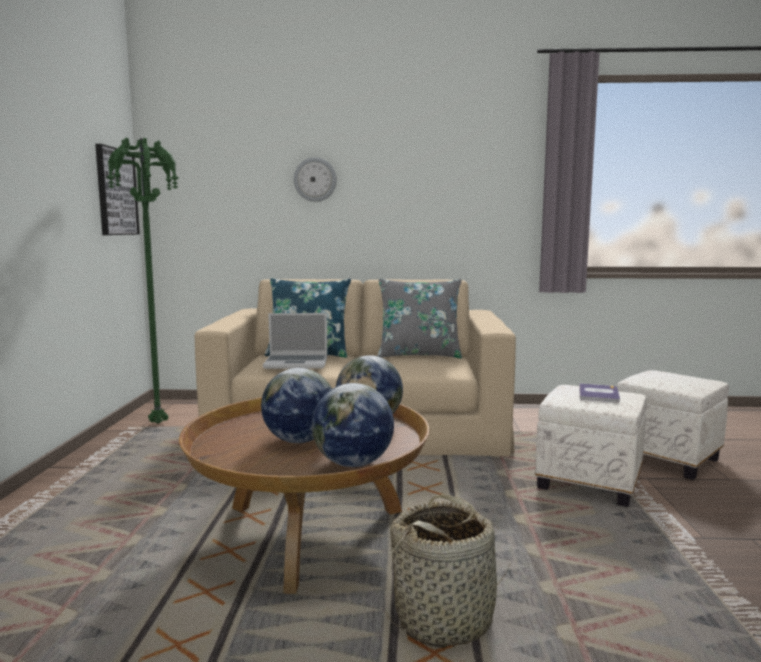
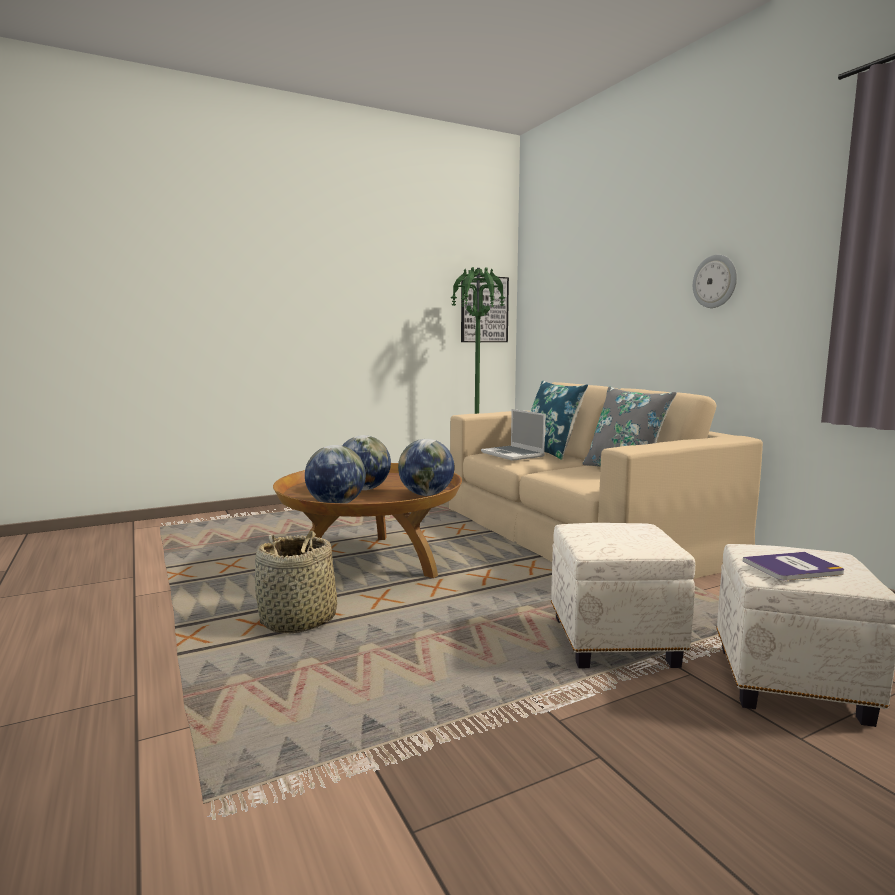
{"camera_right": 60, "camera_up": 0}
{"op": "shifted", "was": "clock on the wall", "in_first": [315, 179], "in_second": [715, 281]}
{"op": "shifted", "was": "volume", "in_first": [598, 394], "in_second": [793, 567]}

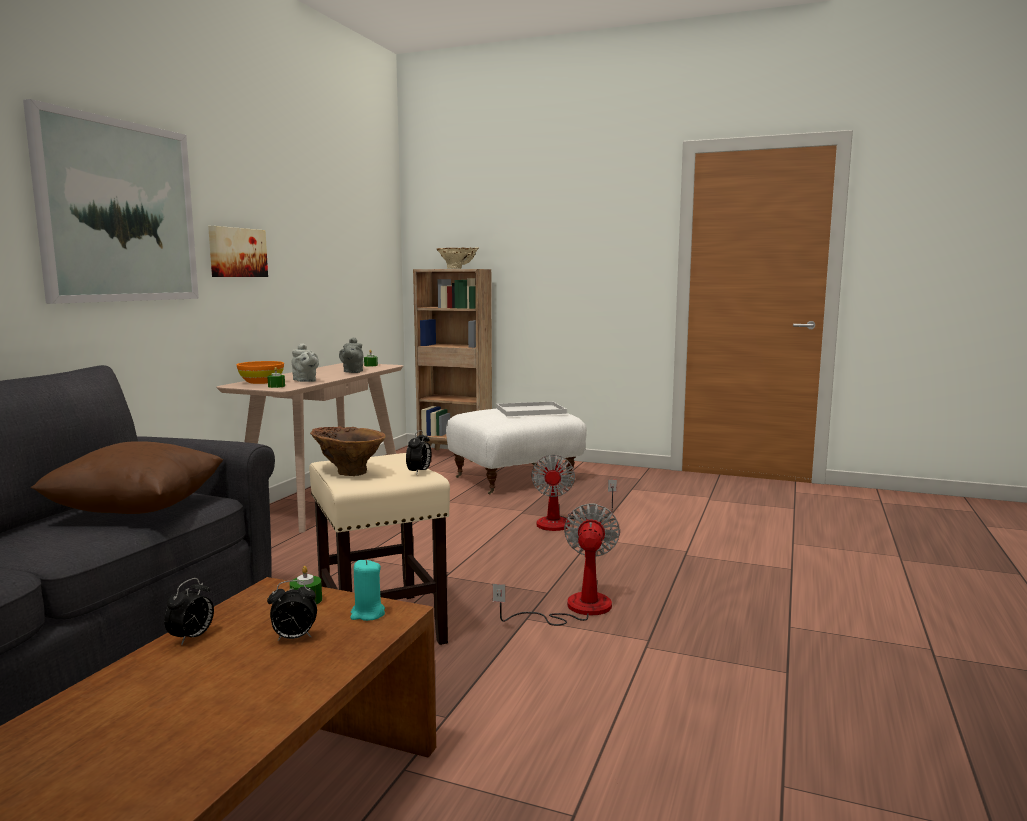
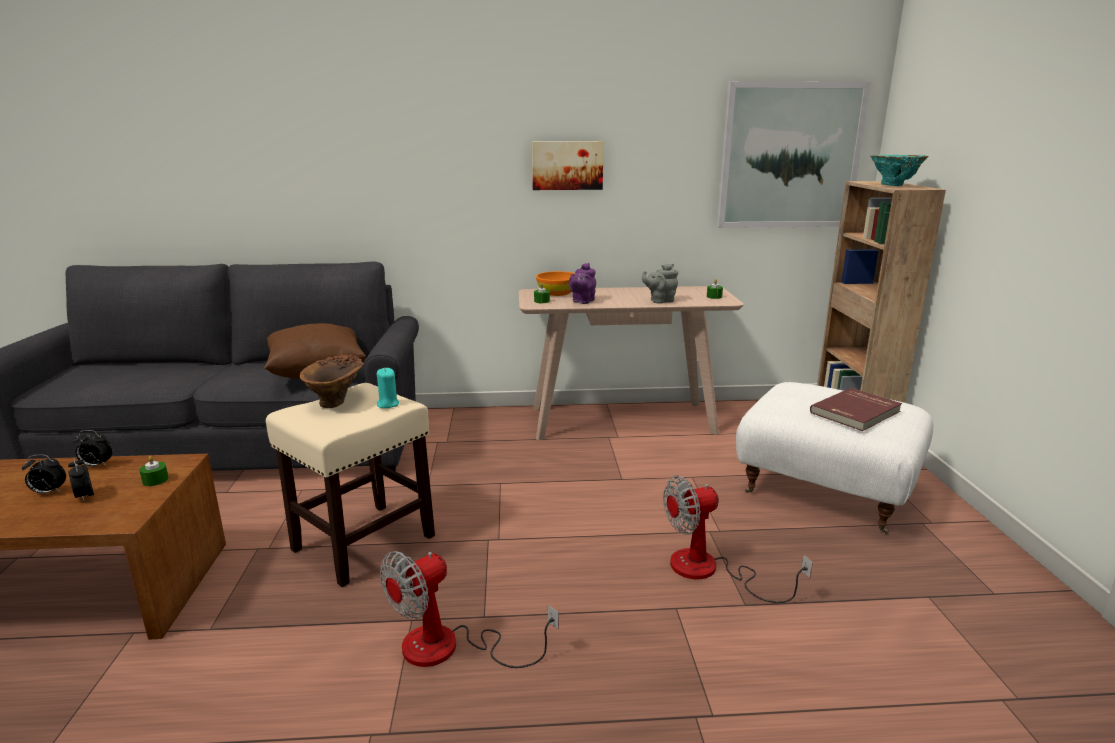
{"camera_right": 65, "camera_up": 10}
{"op": "shifted", "was": "table clock", "in_first": [419, 472], "in_second": [48, 492]}
{"op": "shifted", "was": "wax light (turquoise-coloured)", "in_first": [367, 614], "in_second": [388, 404]}
{"op": "rotated", "was": "electric fan", "in_first": [574, 609], "in_second": [450, 648], "clockwise": 150}
{"op": "repainted", "was": "teapot (greyish)", "now": "teapot (purple-coloured)", "in_first": [305, 381], "in_second": [582, 301]}
{"op": "shifted", "was": "picture", "in_first": [118, 212], "in_second": [789, 156]}
{"op": "swapped", "was": "serving tray (white)", "now": "volume (red-coloured)", "in_first": [531, 410], "in_second": [856, 412]}
{"op": "repainted", "was": "flower vase (beige-coloured)", "now": "flower vase (turquoise-coloured)", "in_first": [457, 268], "in_second": [894, 185]}

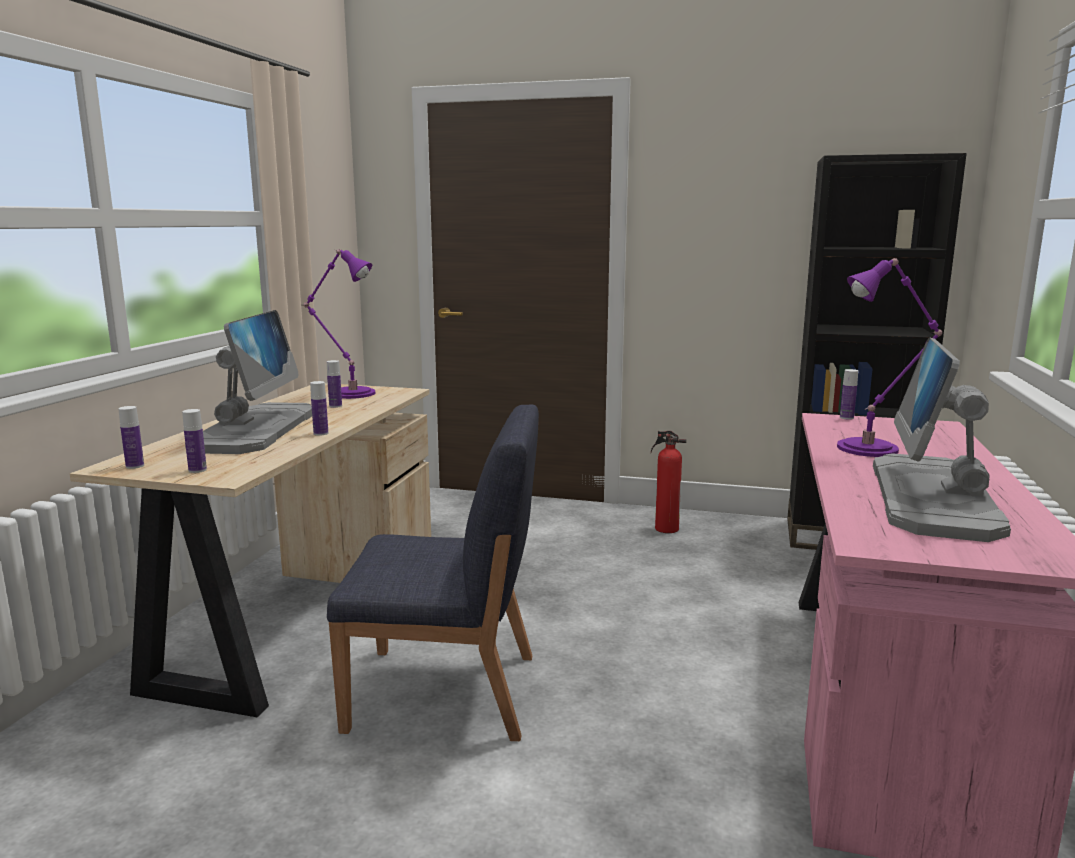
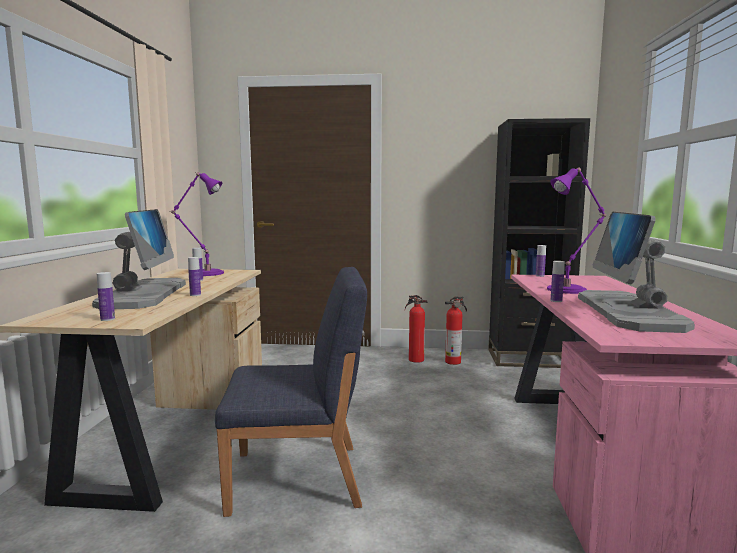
{"camera_right": -10, "camera_up": -5}
{"op": "new", "now": "fire extinguisher", "in_second": [454, 362]}
{"op": "shifted", "was": "beverage bottle", "in_first": [135, 466], "in_second": [556, 301]}

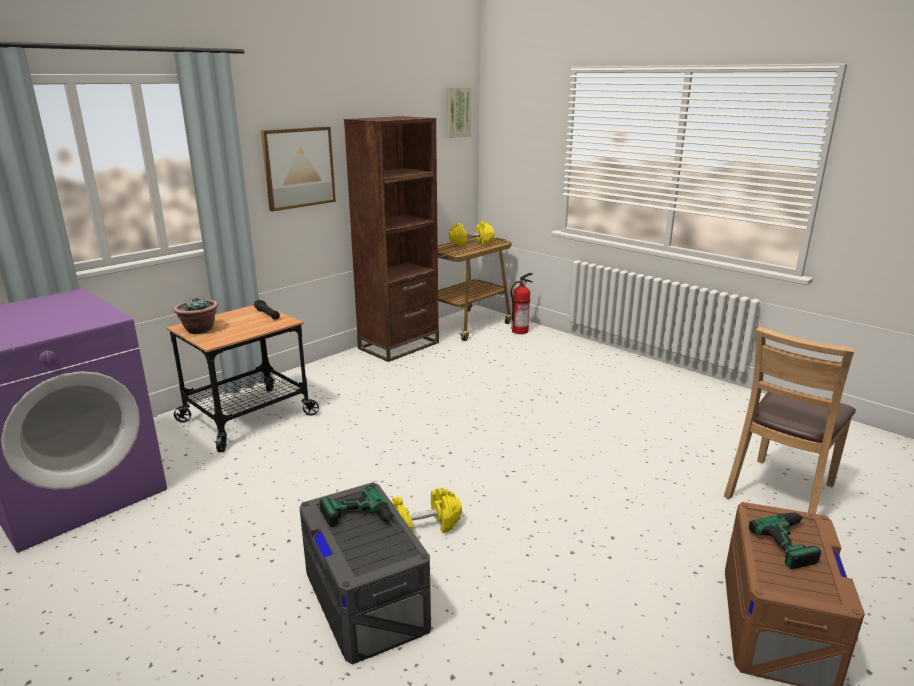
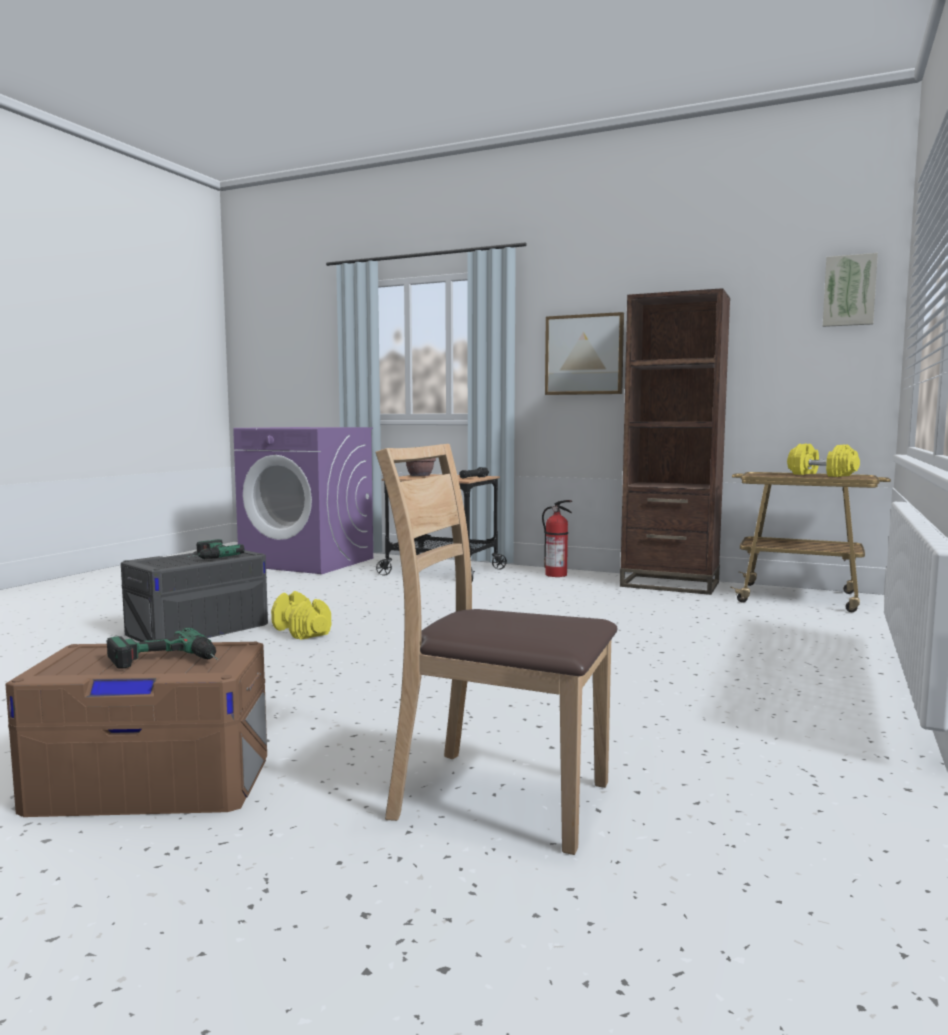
{"camera_right": 70, "camera_up": -15}
{"op": "shifted", "was": "fire extinguisher", "in_first": [520, 331], "in_second": [557, 575]}

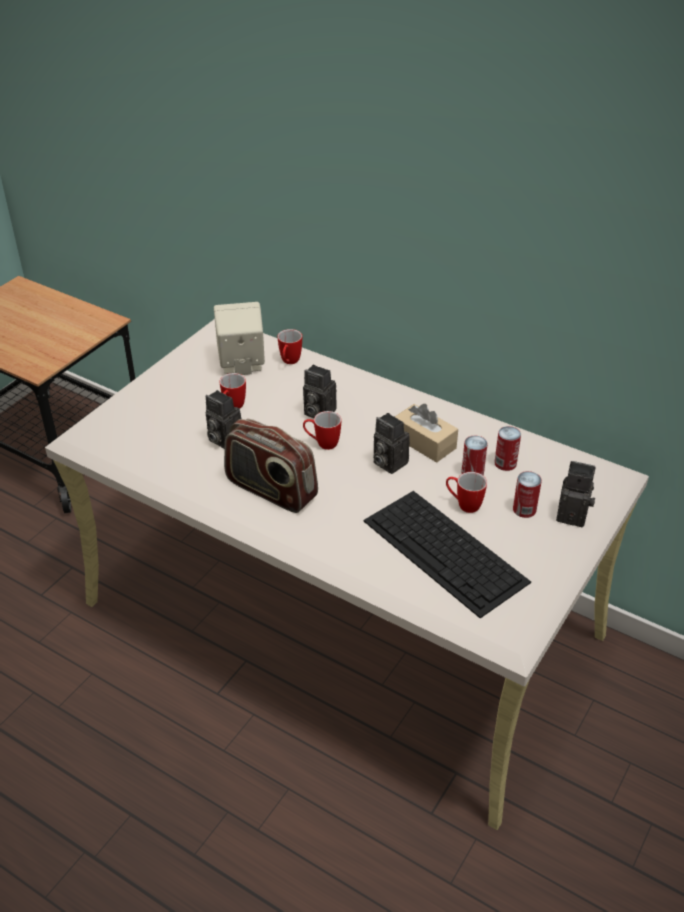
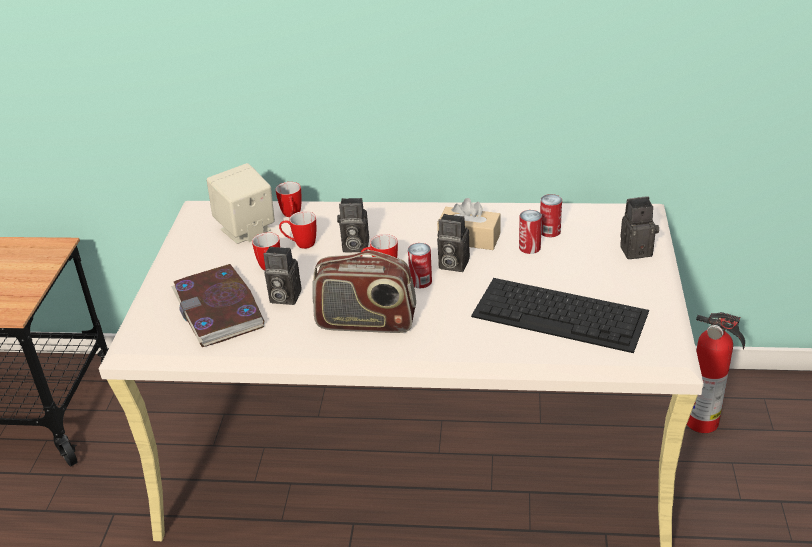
{"camera_right": -25, "camera_up": -5}
{"op": "new", "now": "volume", "in_second": [219, 309]}
{"op": "shifted", "was": "tea mug", "in_first": [463, 504], "in_second": [300, 244]}
{"op": "shifted", "was": "sealed can", "in_first": [524, 509], "in_second": [420, 281]}
{"op": "new", "now": "fire extinguisher", "in_second": [704, 422]}

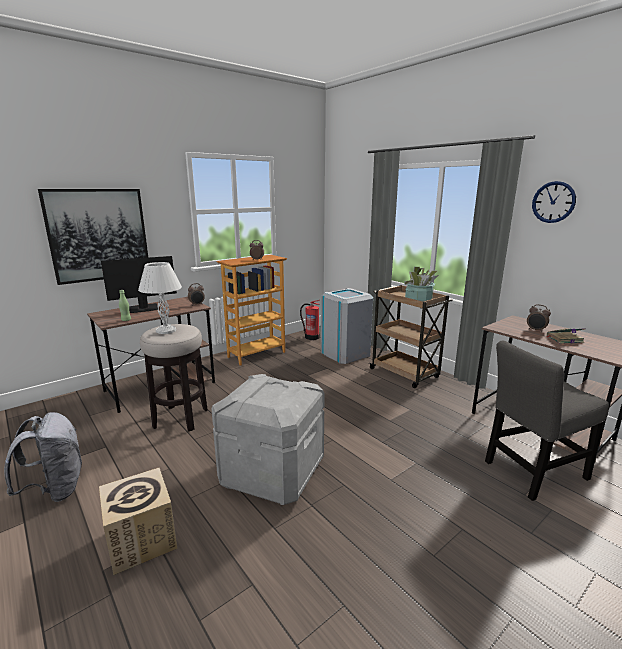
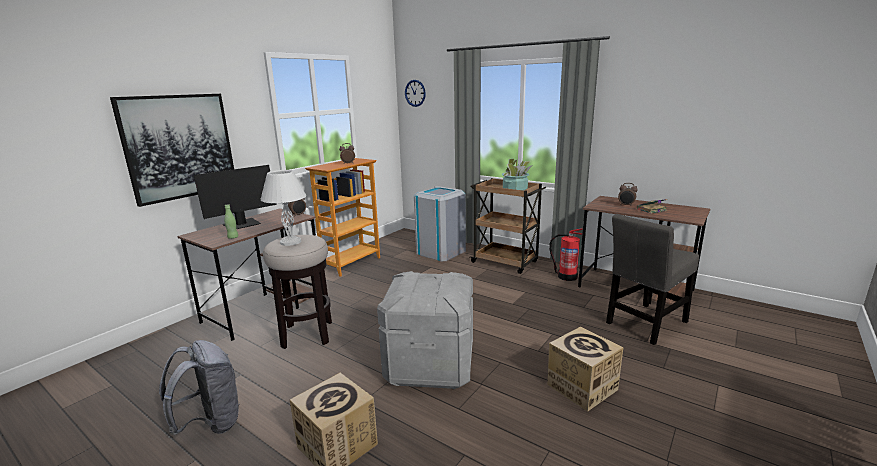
{"camera_right": -15, "camera_up": 0}
{"op": "shifted", "was": "clock on the wall", "in_first": [553, 202], "in_second": [415, 93]}
{"op": "new", "now": "cardboard box", "in_second": [581, 387]}
{"op": "shifted", "was": "fire extinguisher", "in_first": [311, 337], "in_second": [566, 276]}

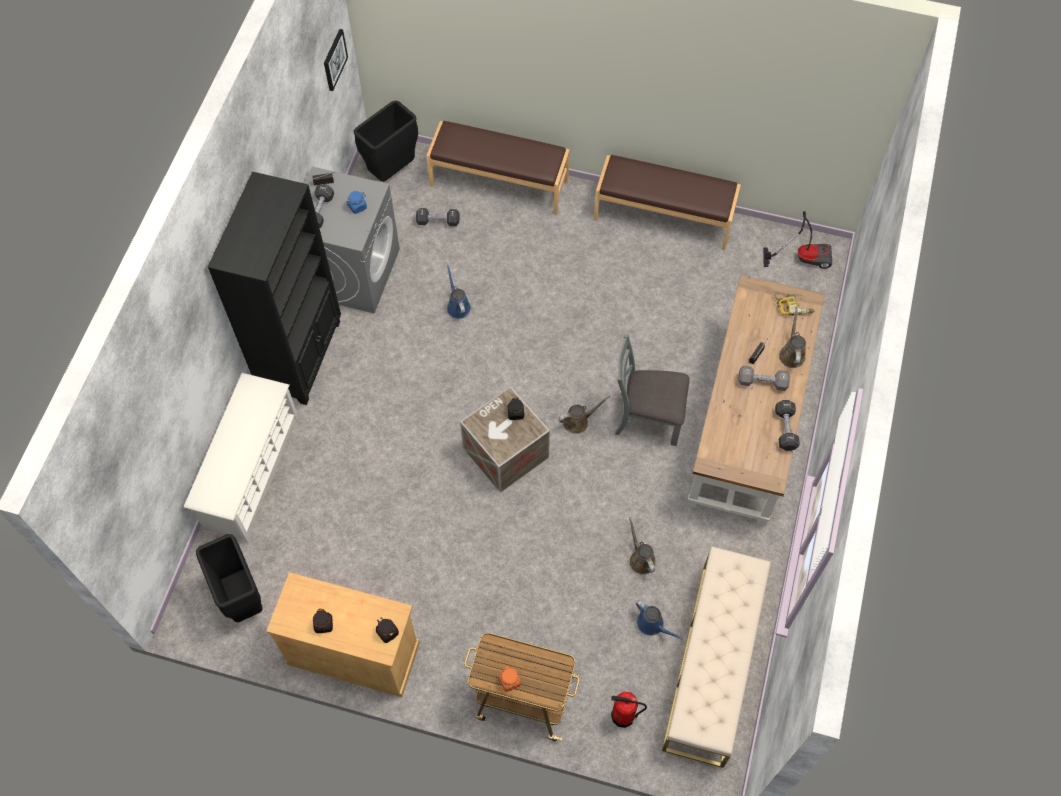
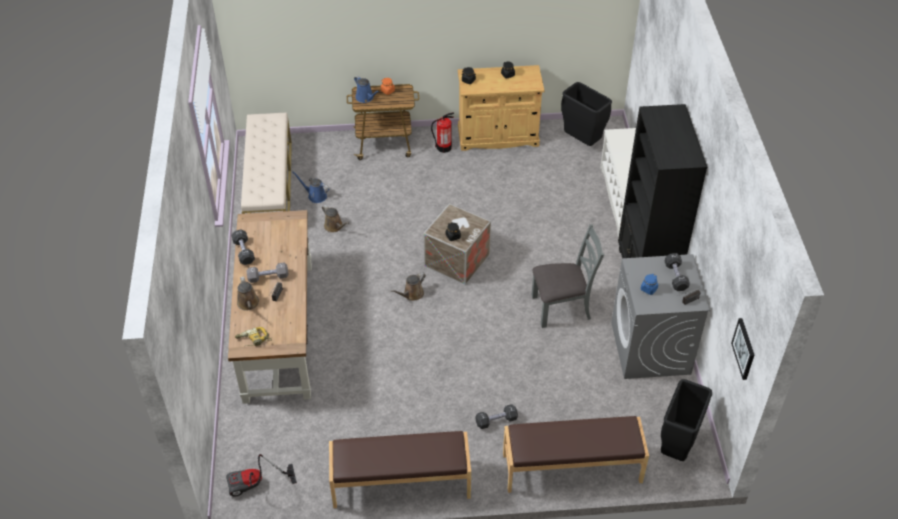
{"camera_right": 160, "camera_up": -15}
{"op": "shifted", "was": "sprinkling can (bluish)", "in_first": [458, 306], "in_second": [365, 98]}
{"op": "shifted", "was": "fire extinguisher", "in_first": [623, 716], "in_second": [443, 147]}
{"op": "shifted", "was": "hand weight (black)", "in_first": [438, 221], "in_second": [496, 421]}
{"op": "shifted", "was": "plain chair (greyish)", "in_first": [647, 417], "in_second": [562, 307]}

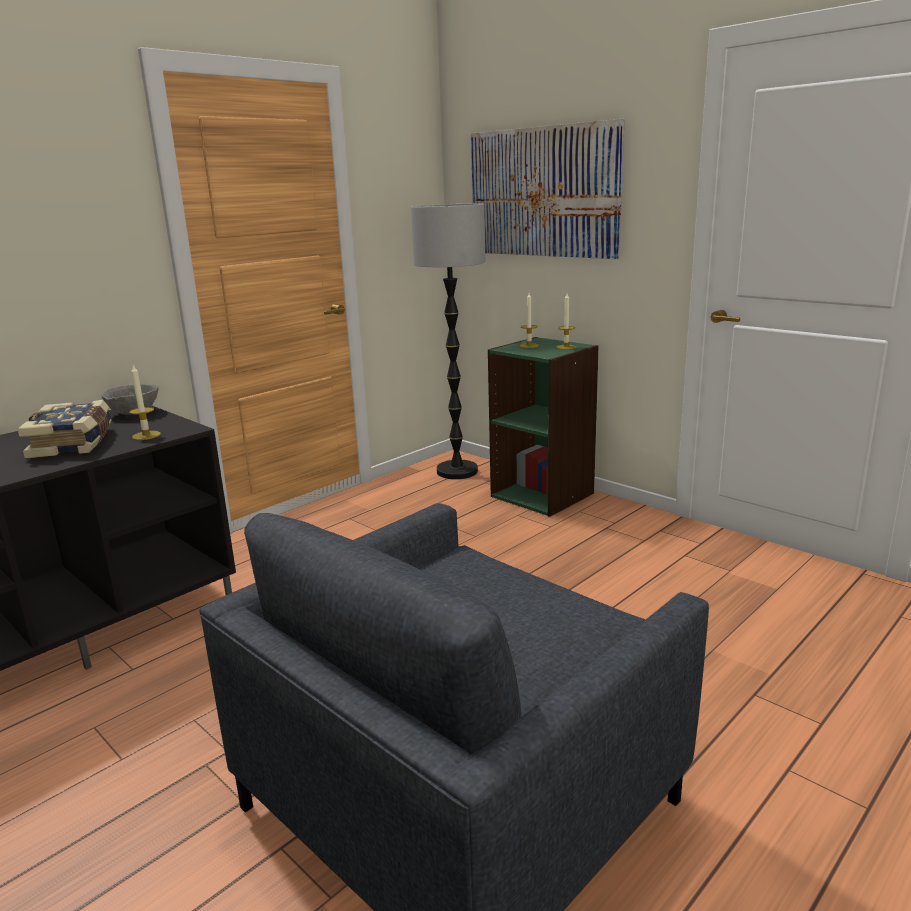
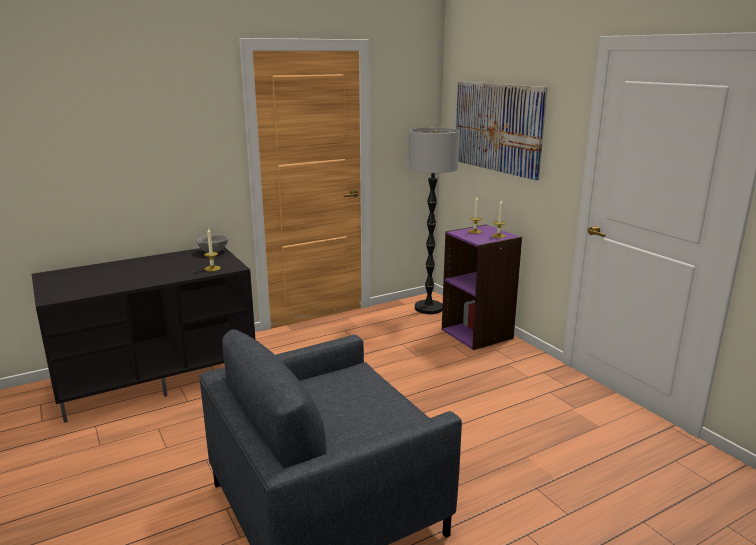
{"camera_right": 15, "camera_up": 0}
{"op": "repainted", "was": "bookcase (greenish)", "now": "bookcase (purple-coloured)", "in_first": [543, 494], "in_second": [477, 334]}
{"op": "gone", "was": "volume", "in_first": [74, 443]}

